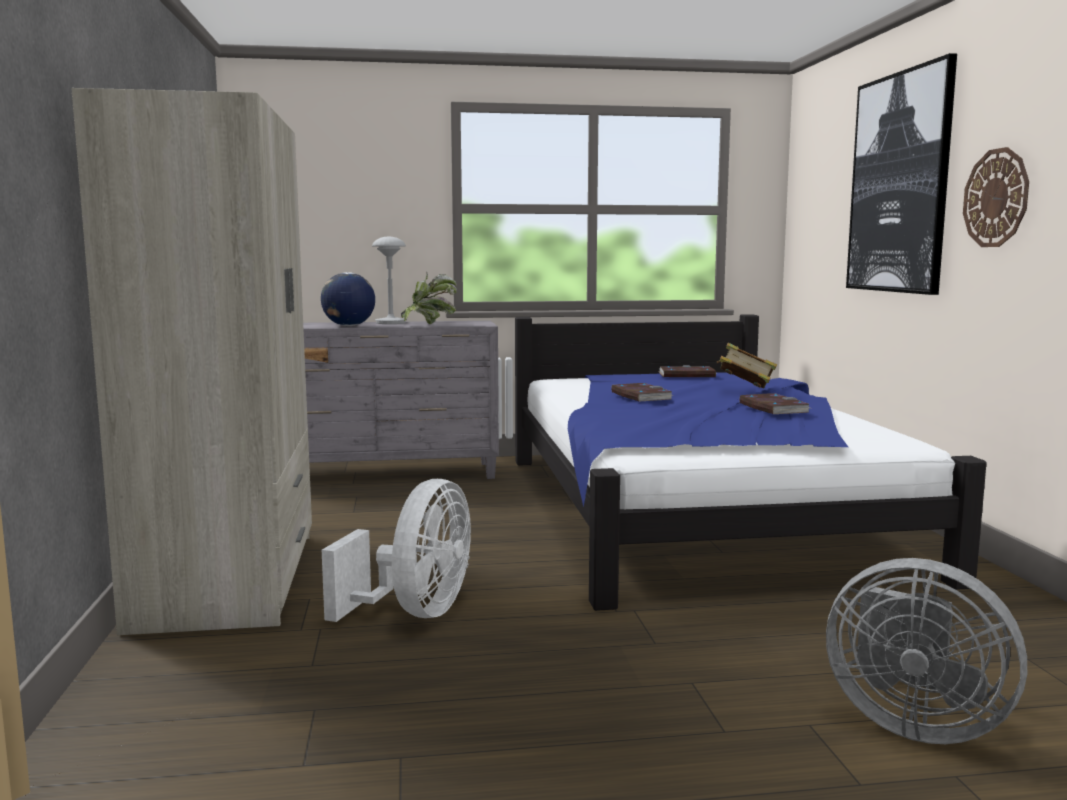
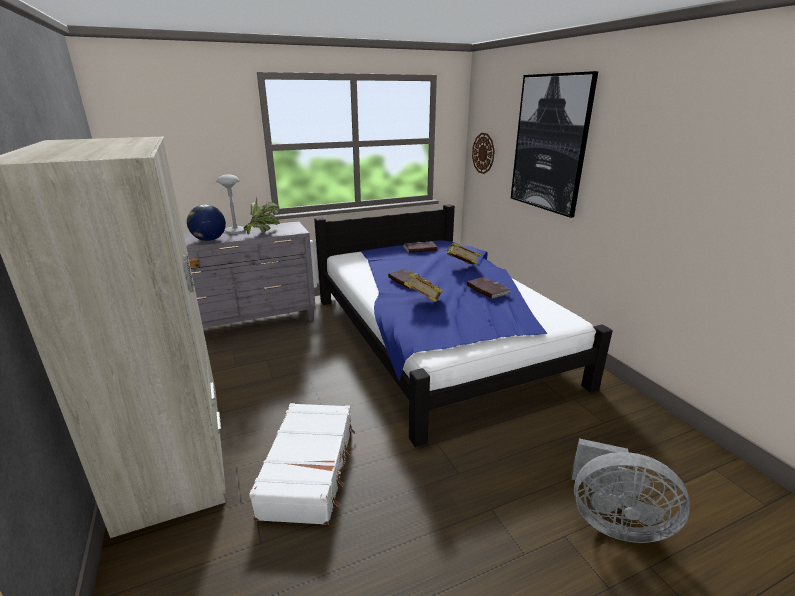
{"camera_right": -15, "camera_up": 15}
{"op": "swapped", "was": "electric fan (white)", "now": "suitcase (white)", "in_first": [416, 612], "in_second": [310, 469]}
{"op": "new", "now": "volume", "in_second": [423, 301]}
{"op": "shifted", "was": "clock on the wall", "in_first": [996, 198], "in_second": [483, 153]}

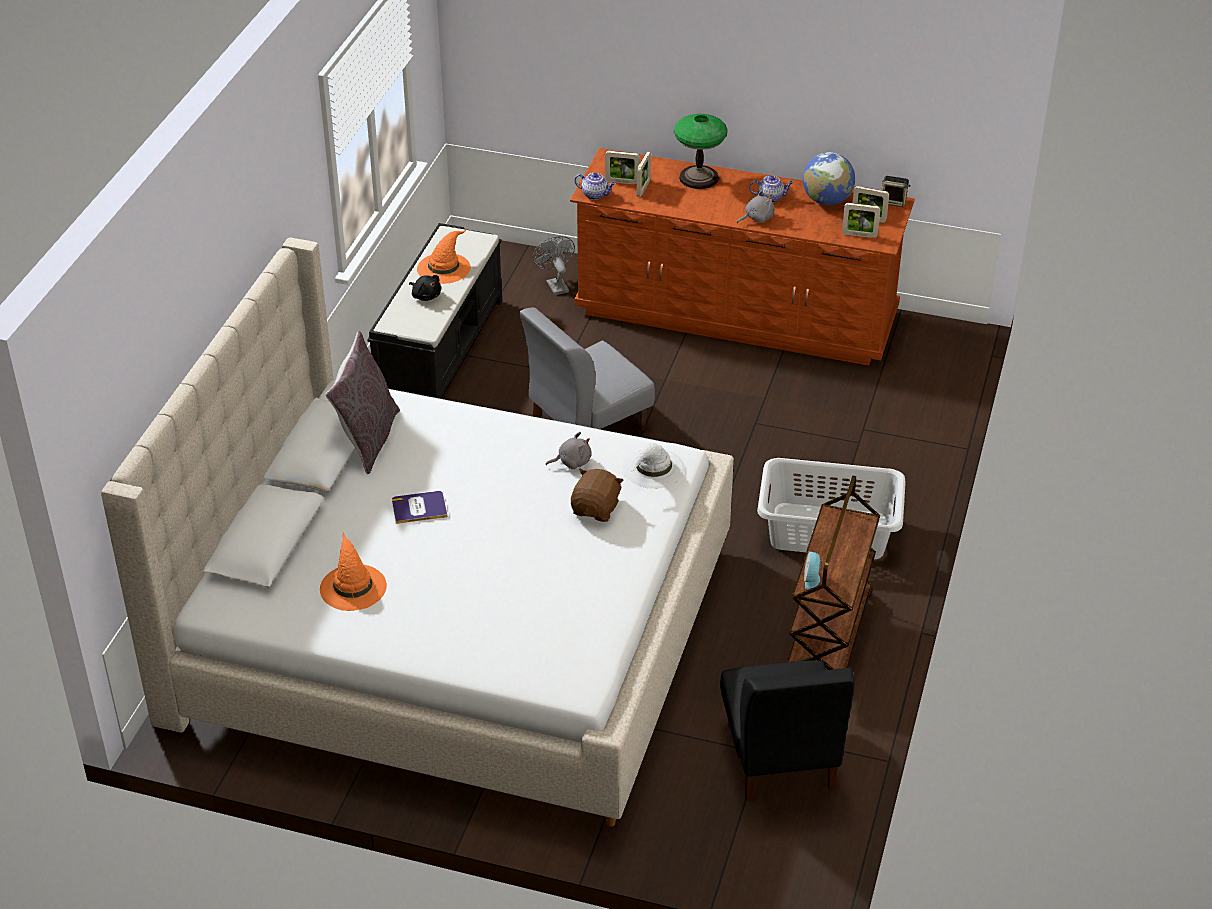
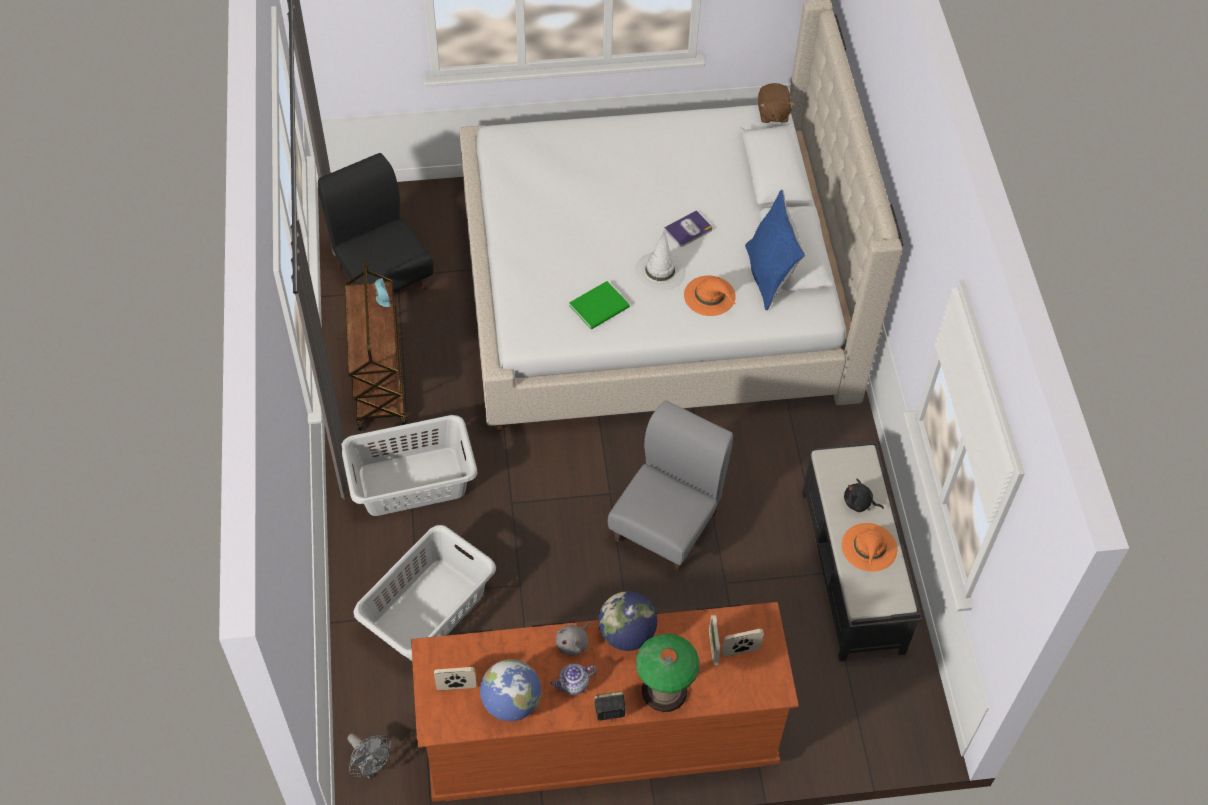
{"camera_right": 155, "camera_up": 15}
{"op": "shifted", "was": "electric fan (greyish)", "in_first": [555, 285], "in_second": [370, 766]}
{"op": "new", "now": "washing basket (greyish)", "in_second": [429, 610]}
{"op": "swapped", "was": "cuddly toy (greyish)", "now": "volume (greenish)", "in_first": [572, 462], "in_second": [601, 306]}
{"op": "shifted", "was": "loudspeaker", "in_first": [893, 201], "in_second": [609, 712]}
{"op": "new", "now": "world globe", "in_second": [627, 634]}
{"op": "shifted", "was": "clothing hat (white)", "in_first": [653, 469], "in_second": [659, 270]}
{"op": "shifted", "was": "clothing hat (orange)", "in_first": [352, 586], "in_second": [710, 296]}
{"op": "repainted", "was": "cushion (greyish)", "now": "cushion (bluish)", "in_first": [367, 439], "in_second": [769, 275]}
{"op": "shifted", "was": "cuddly toy (brownish)", "in_first": [596, 509], "in_second": [772, 113]}
{"op": "gone", "was": "teapot", "in_first": [595, 195]}
{"op": "gone", "was": "photo frame", "in_first": [859, 235]}

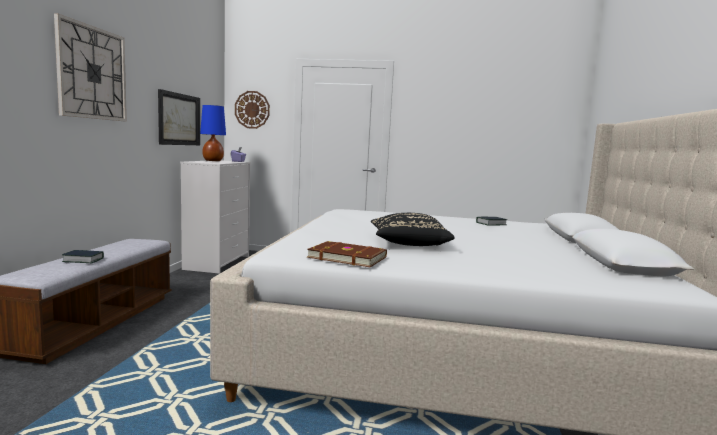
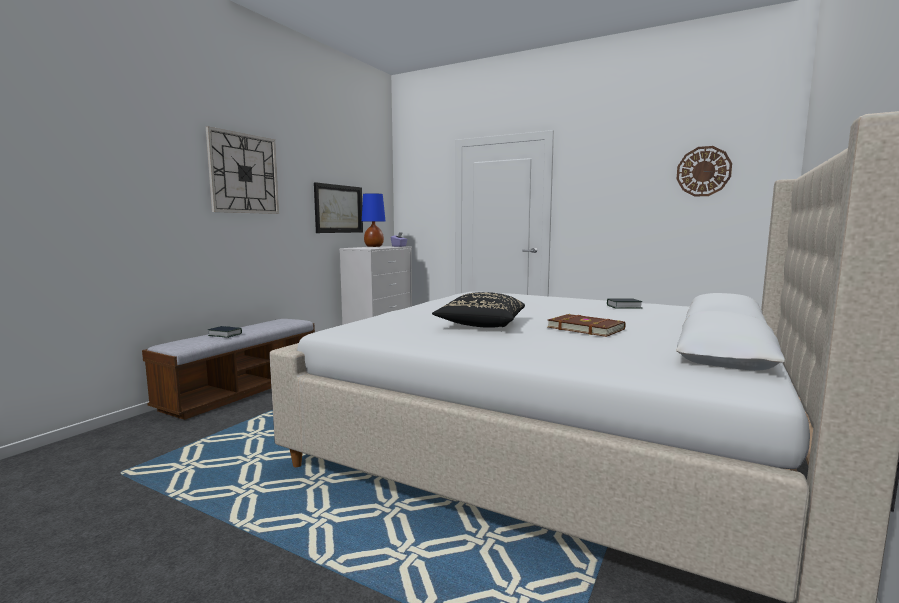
{"camera_right": 20, "camera_up": 0}
{"op": "shifted", "was": "volume (brownish)", "in_first": [347, 257], "in_second": [585, 328]}
{"op": "shifted", "was": "clock on the wall", "in_first": [252, 109], "in_second": [703, 171]}

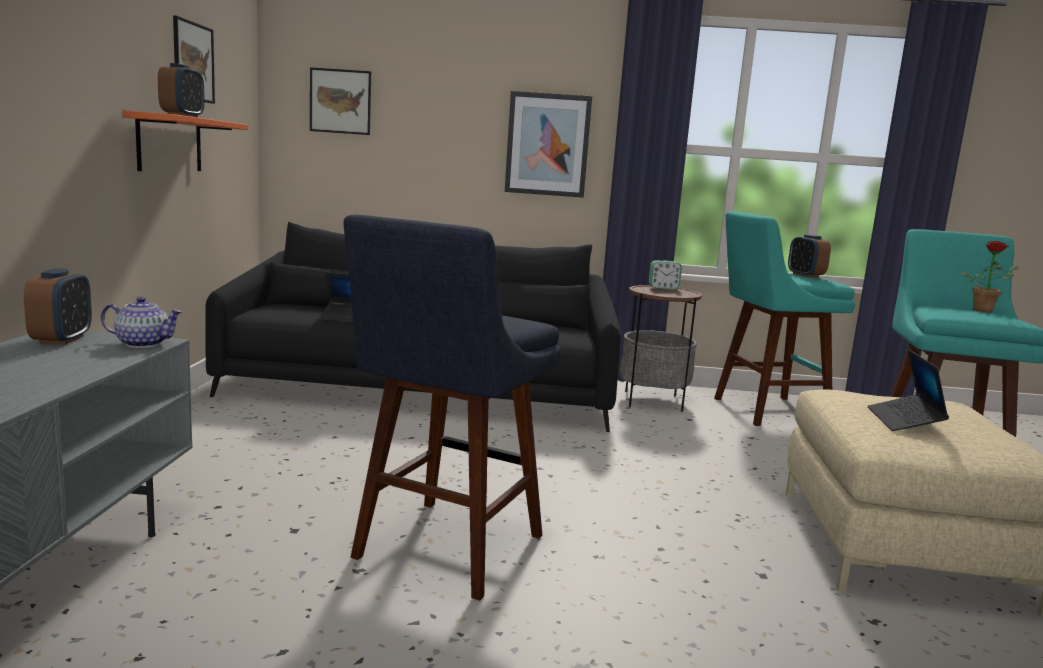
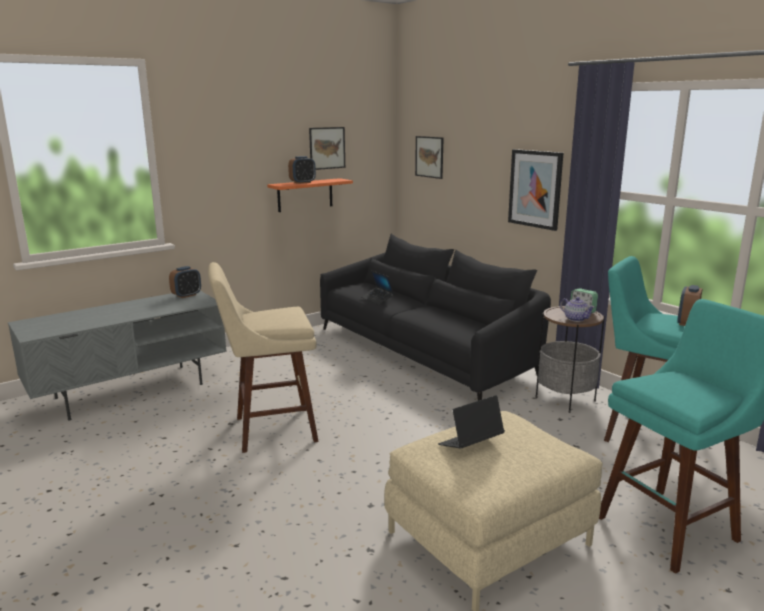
{"camera_right": 50, "camera_up": 5}
{"op": "repainted", "was": "stool (bluish)", "now": "stool (beige-coloured)", "in_first": [443, 551], "in_second": [269, 430]}
{"op": "shifted", "was": "teapot", "in_first": [143, 343], "in_second": [575, 319]}
{"op": "gone", "was": "potted plant", "in_first": [985, 310]}

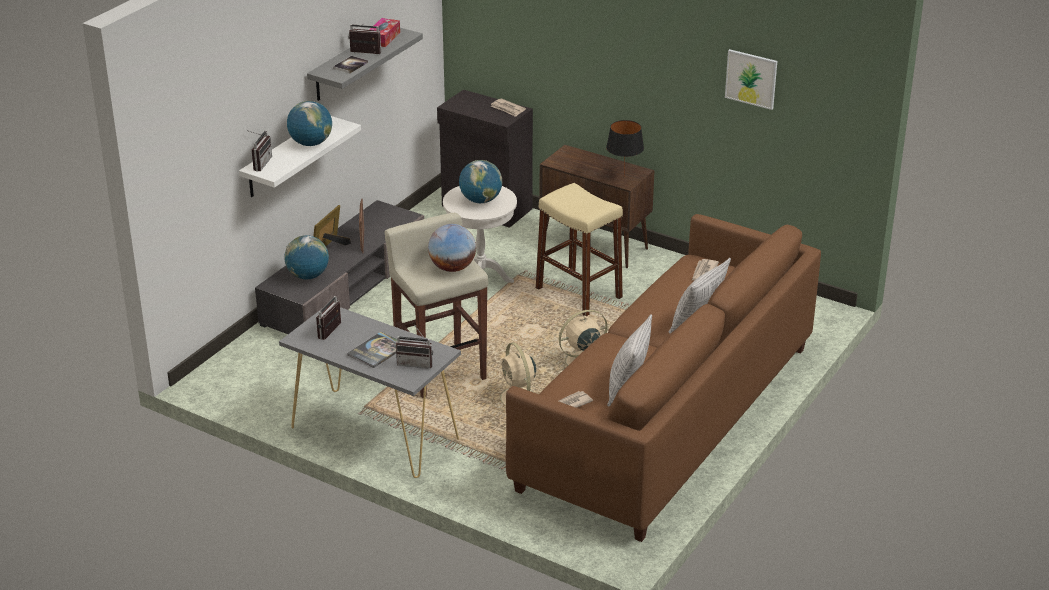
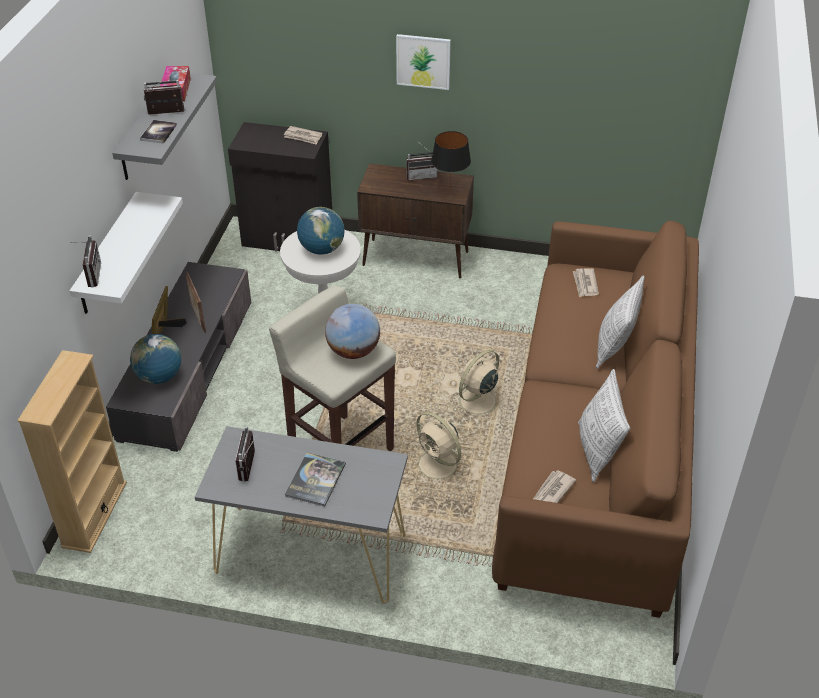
{"camera_right": -20, "camera_up": 10}
{"op": "new", "now": "bookcase (beige-coloured)", "in_second": [94, 514]}
{"op": "shifted", "was": "picture", "in_first": [751, 78], "in_second": [423, 61]}
{"op": "shifted", "was": "radio set", "in_first": [416, 363], "in_second": [421, 175]}
{"op": "gone", "was": "world globe", "in_first": [311, 143]}
{"op": "gone", "was": "stool (beige-coloured)", "in_first": [578, 293]}

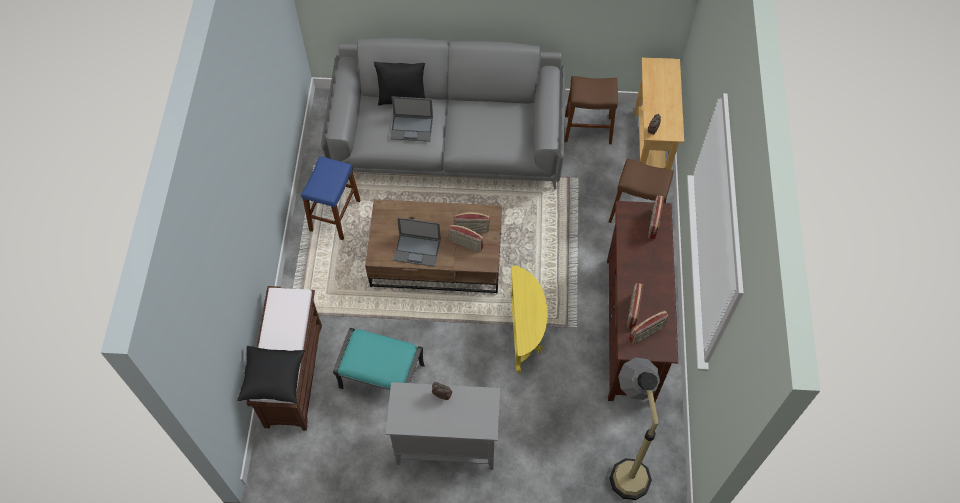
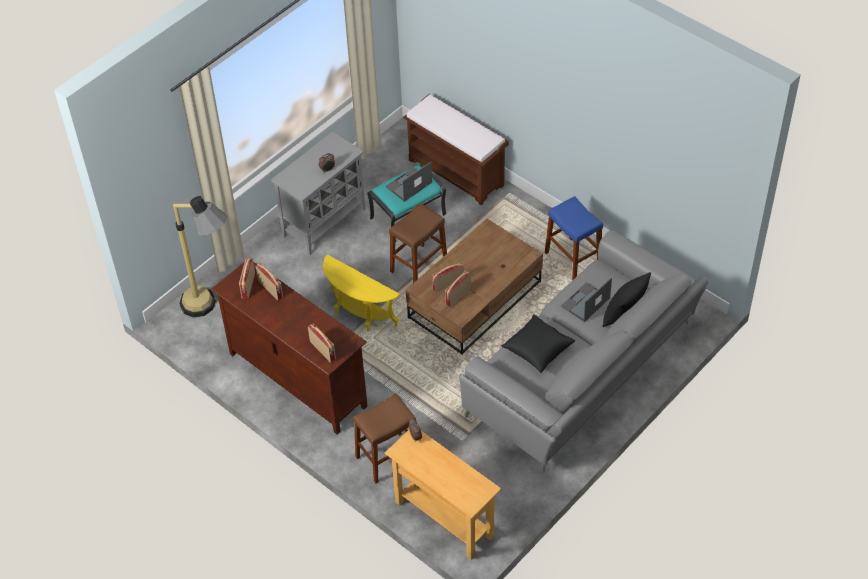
{"camera_right": 130, "camera_up": -10}
{"op": "shifted", "was": "notebook computer", "in_first": [418, 250], "in_second": [408, 185]}
{"op": "shifted", "was": "stool (brownish)", "in_first": [588, 129], "in_second": [419, 266]}
{"op": "shifted", "was": "cushion (black)", "in_first": [273, 379], "in_second": [537, 350]}

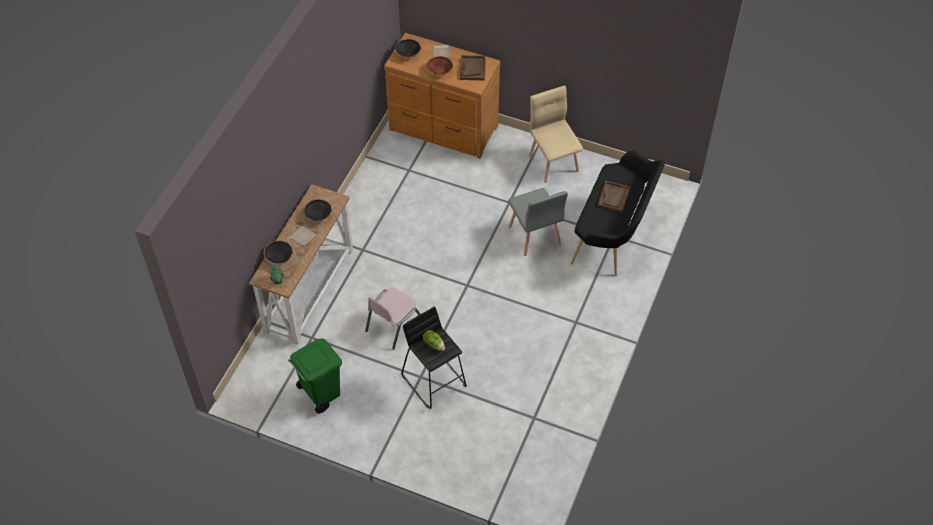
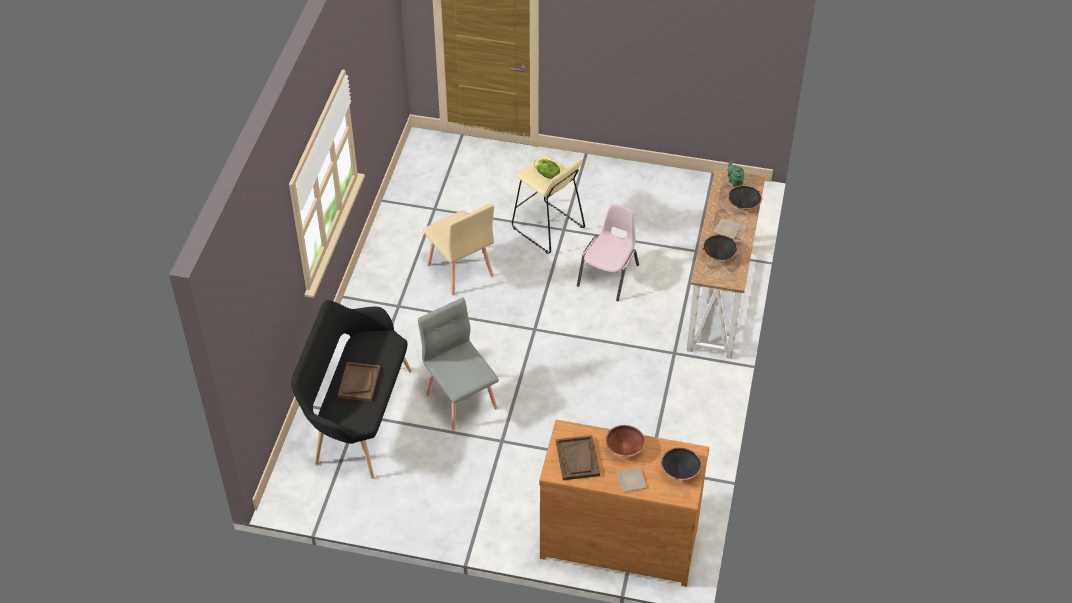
{"camera_right": 170, "camera_up": -5}
{"op": "shifted", "was": "plain chair (beige-coloured)", "in_first": [553, 163], "in_second": [460, 270]}
{"op": "repainted", "was": "stool (black)", "now": "stool (beige-coloured)", "in_first": [434, 380], "in_second": [548, 228]}
{"op": "gone", "was": "waste bin (greenish)", "in_first": [320, 393]}

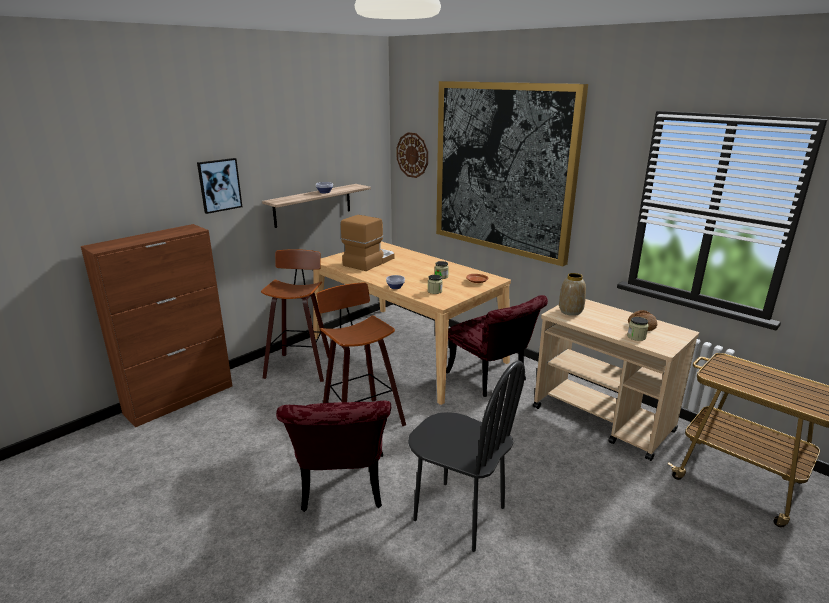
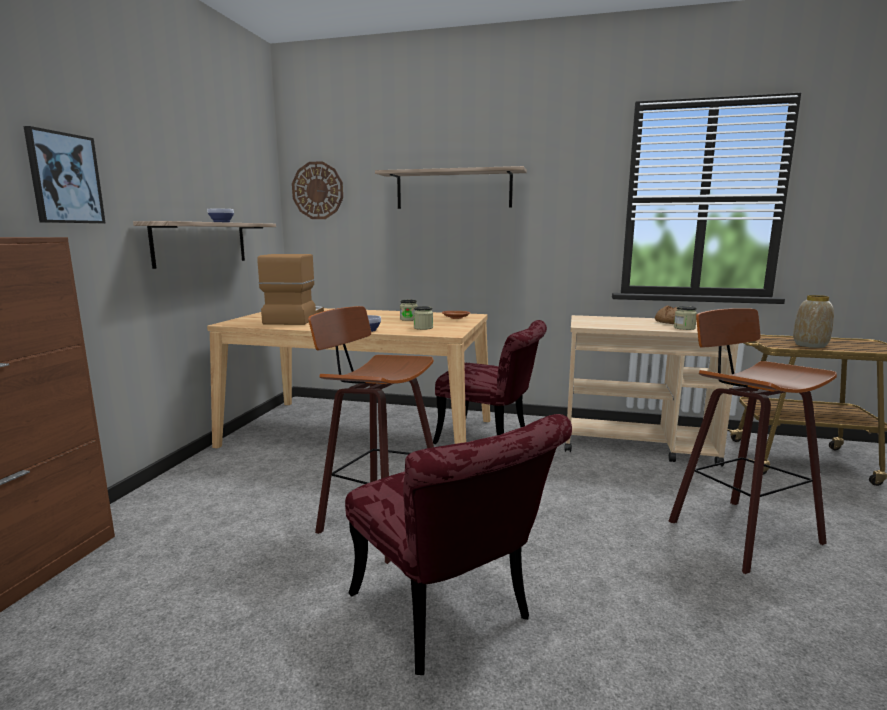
{"camera_right": -30, "camera_up": -10}
{"op": "swapped", "was": "picture", "now": "wall shelf", "in_first": [503, 169], "in_second": [453, 189]}
{"op": "shifted", "was": "stool", "in_first": [300, 366], "in_second": [737, 531]}
{"op": "shifted", "was": "flower vase", "in_first": [570, 311], "in_second": [809, 345]}
{"op": "gone", "was": "plain chair (black)", "in_first": [459, 514]}

